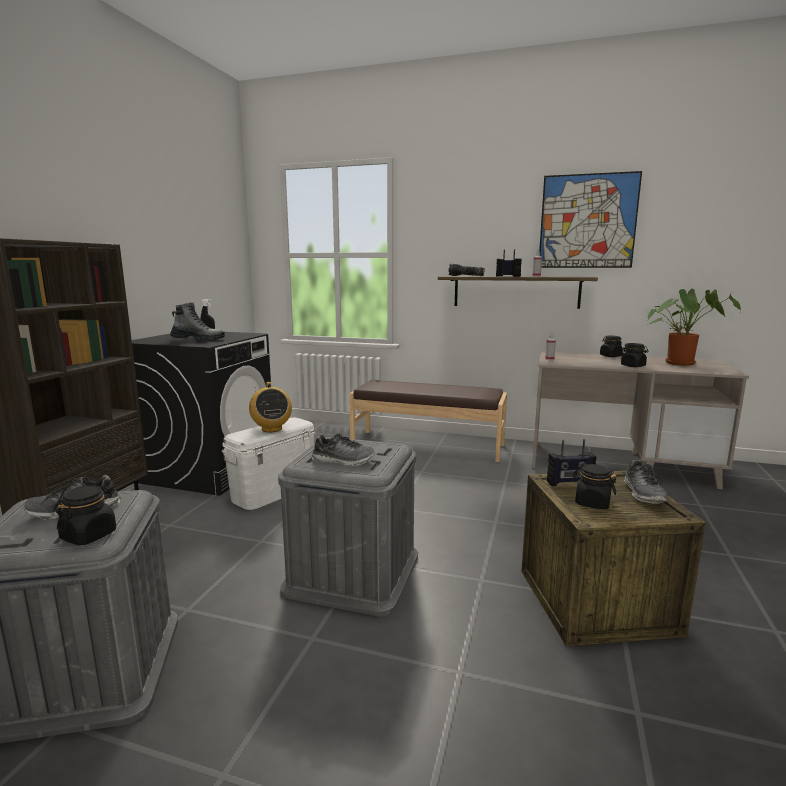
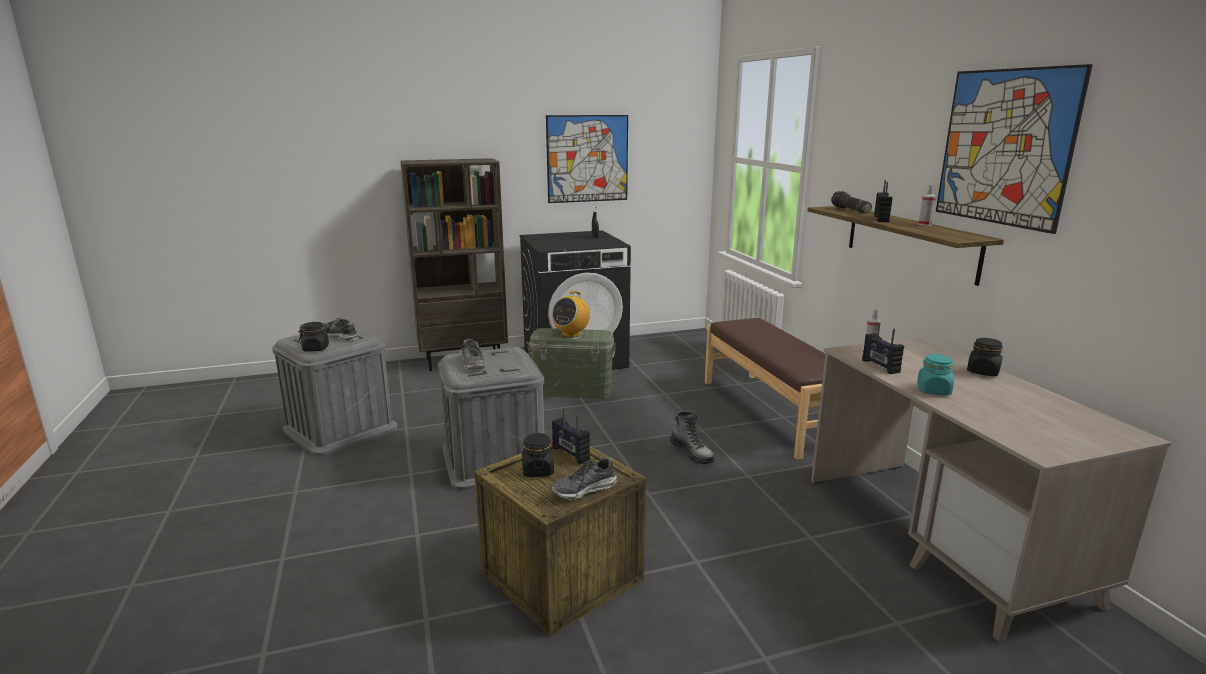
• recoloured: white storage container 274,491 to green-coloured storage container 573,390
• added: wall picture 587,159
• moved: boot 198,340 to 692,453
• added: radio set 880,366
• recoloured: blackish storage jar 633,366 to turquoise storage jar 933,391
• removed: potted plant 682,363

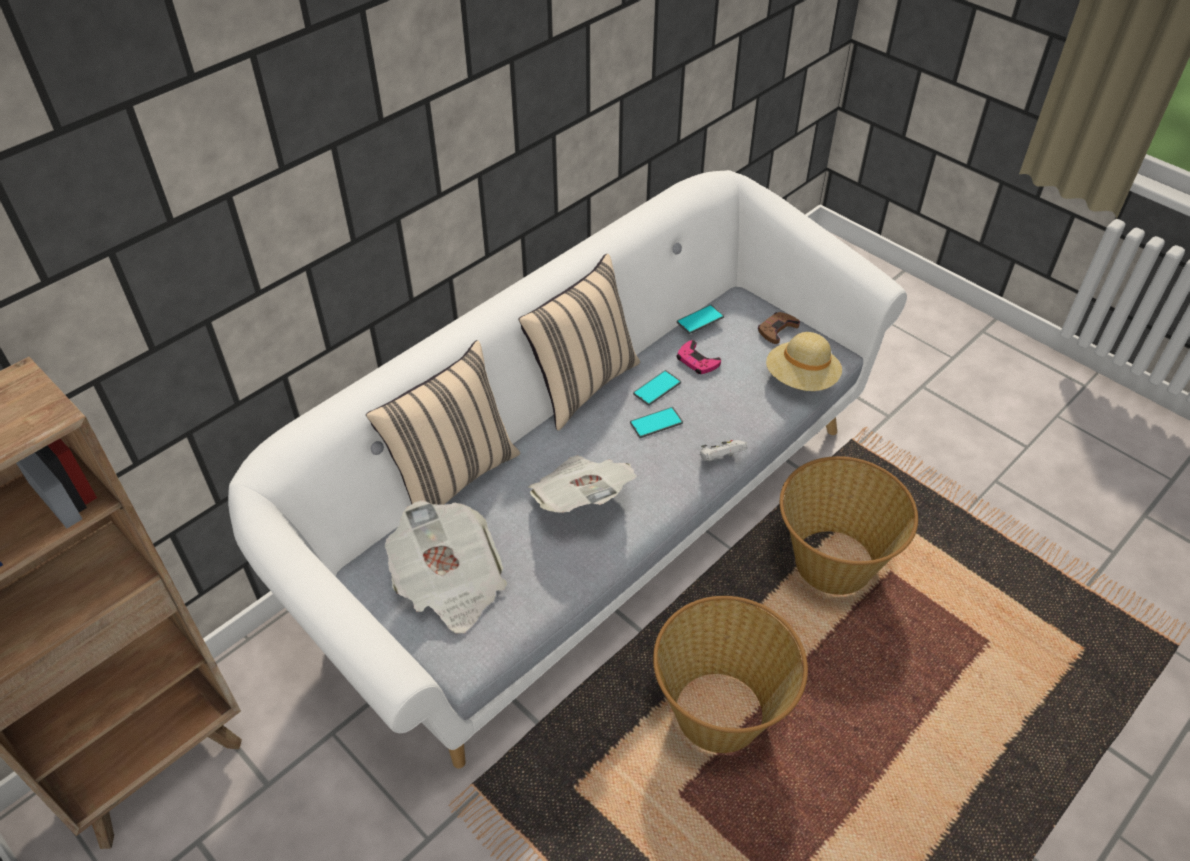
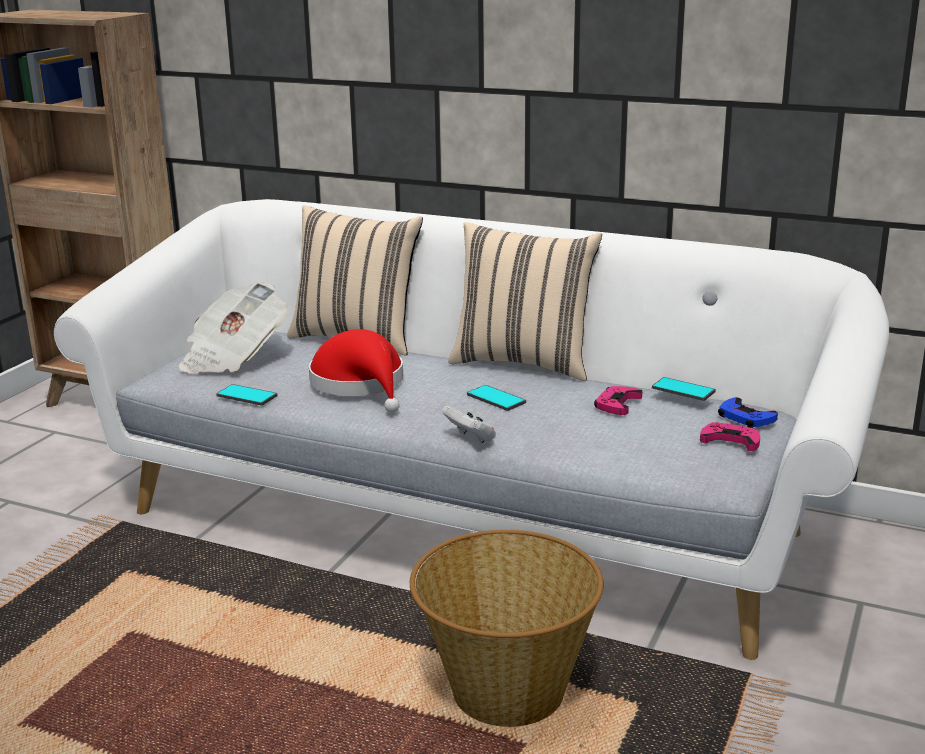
• moved: handset 657,388 to 247,396
• replaced: daily paper 581,499 to red wearable hat 361,384
• recoloured: brownish gamepad 777,330 to pink-coloured gamepad 730,441
• added: blue-coloured gamepad 745,418
• removed: basket 720,712
• removed: sand-coloured wearable hat 801,379

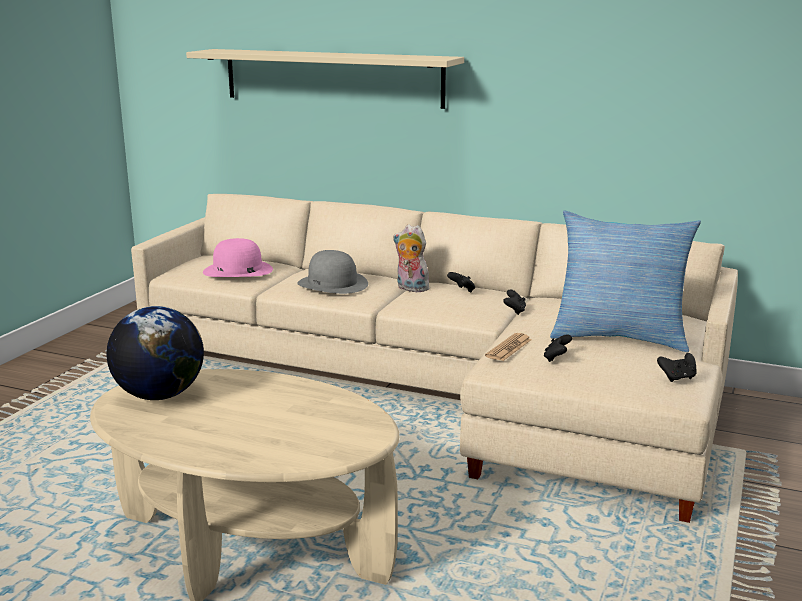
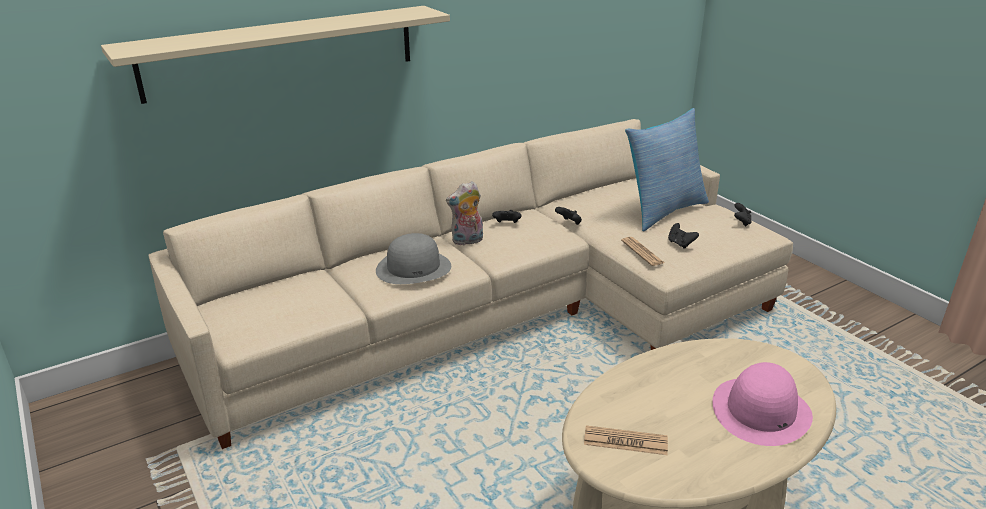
• replaced: globe 159,395 to daily paper 625,441
• moved: pink-coloured wearable hat 237,270 to 761,411

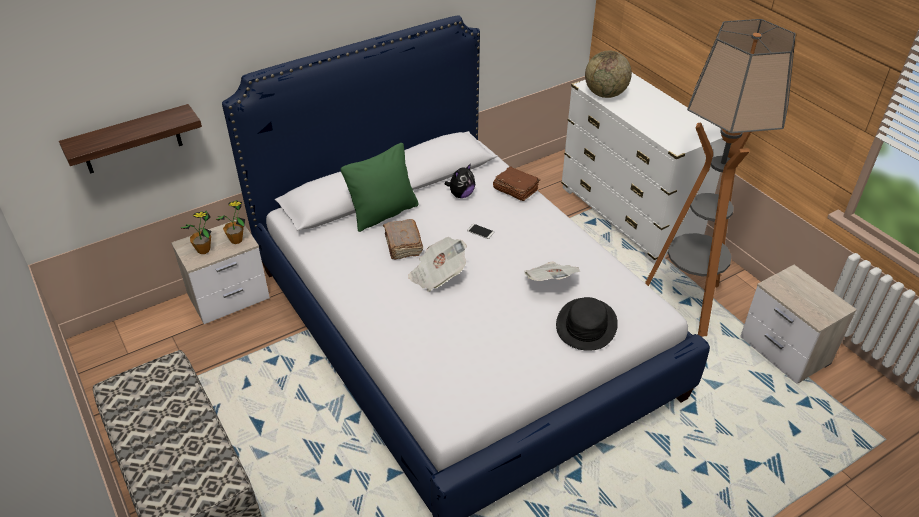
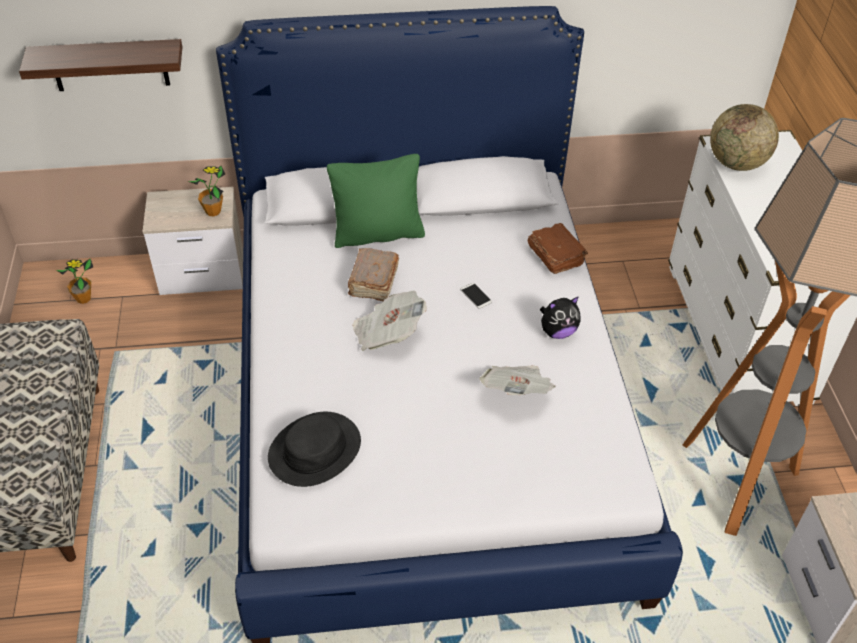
• moved: potted plant 204,250 to 83,299
• moved: blackish wearable hat 586,325 to 314,450
• moved: plush toy 461,195 to 557,332

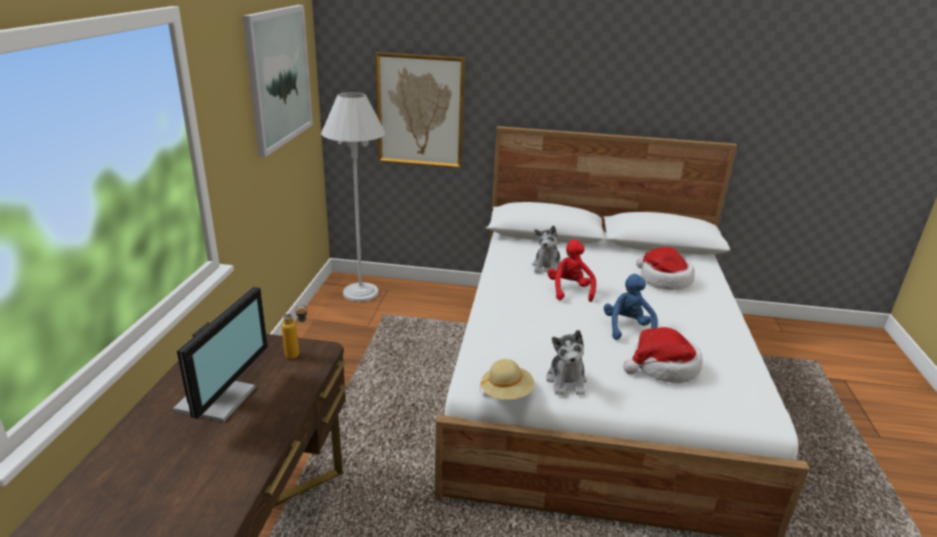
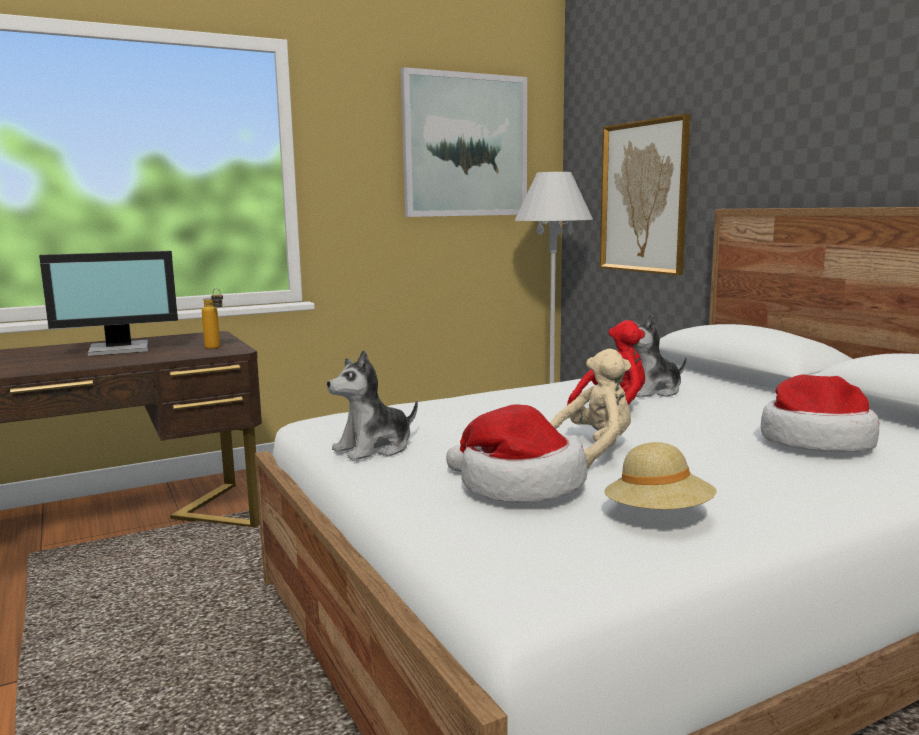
• recoloured: blue-coloured plush toy 627,328 to sand-coloured plush toy 592,452
• moved: sand-coloured wearable hat 506,393 to 658,516

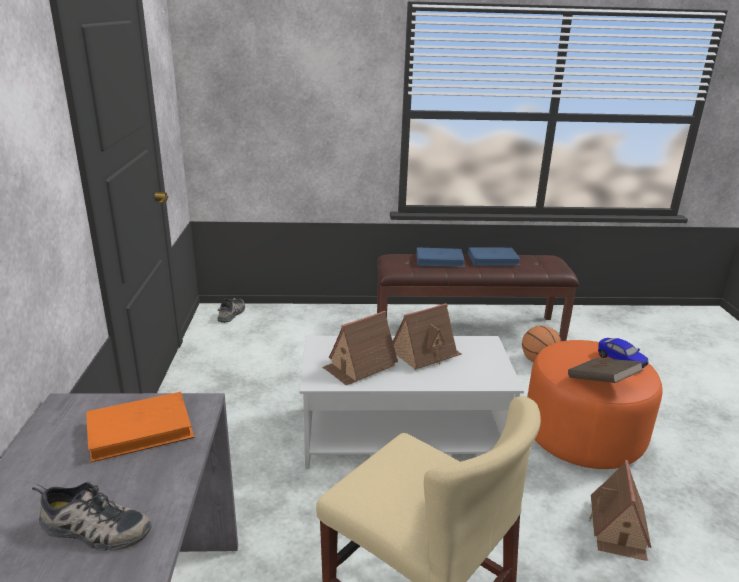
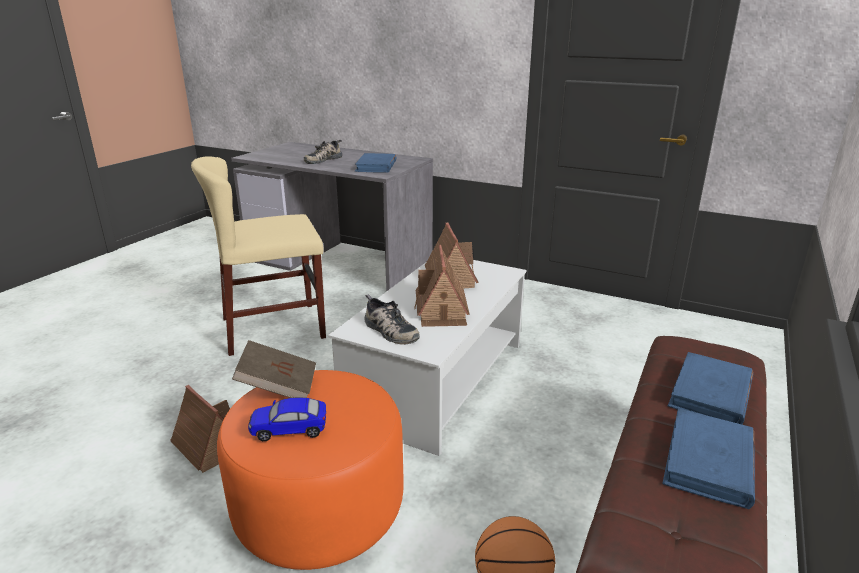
• recoloured: orangey bound book 140,430 to blue-coloured bound book 376,166
• moved: shoe 232,314 to 389,331

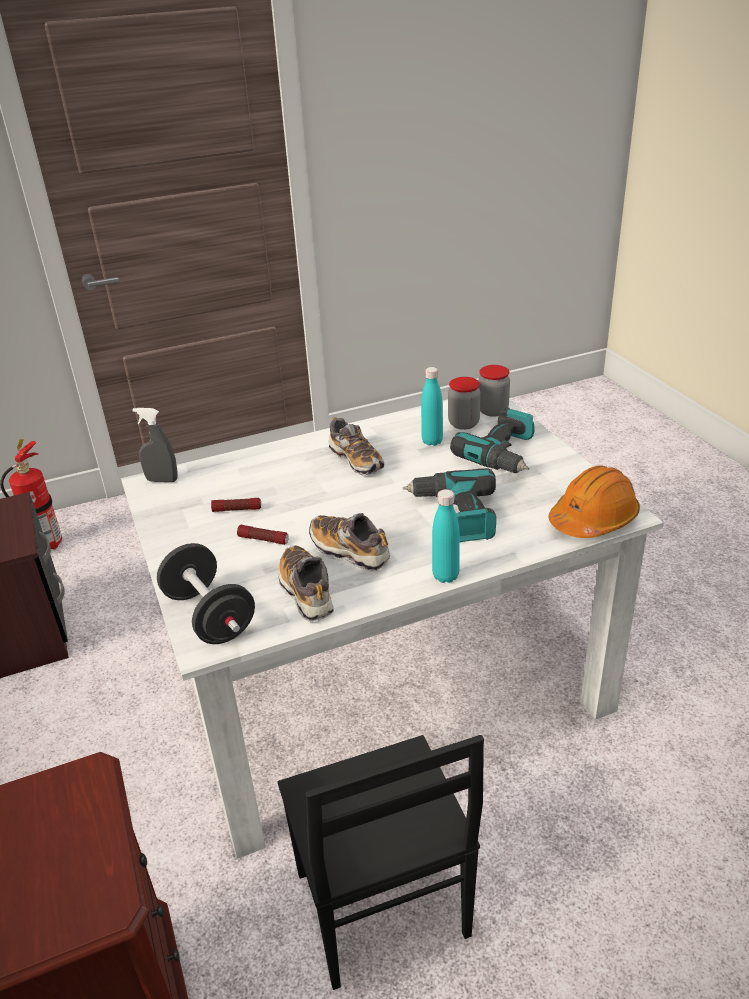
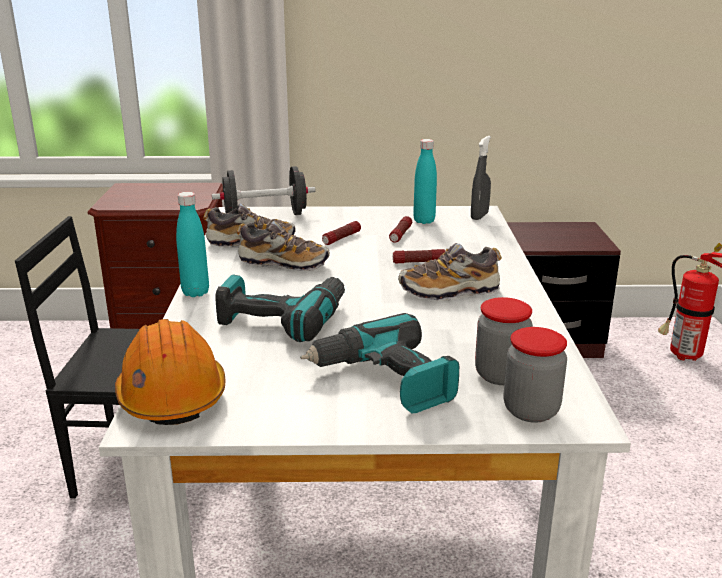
• turned: shoe 349,551 = 283,264 45 degrees clockwise
• added: flashlight 418,262
• moved: turquoise drink bottle 432,441 to 424,221

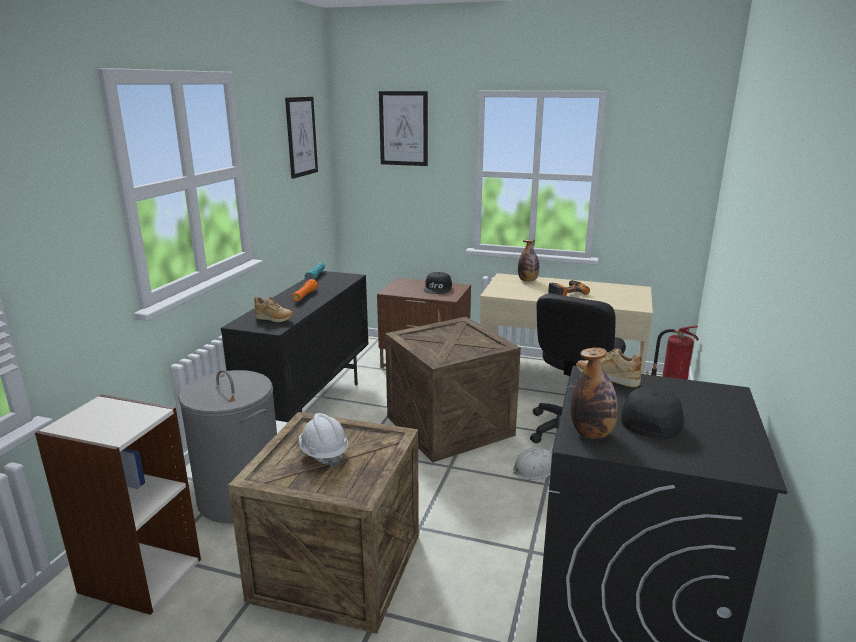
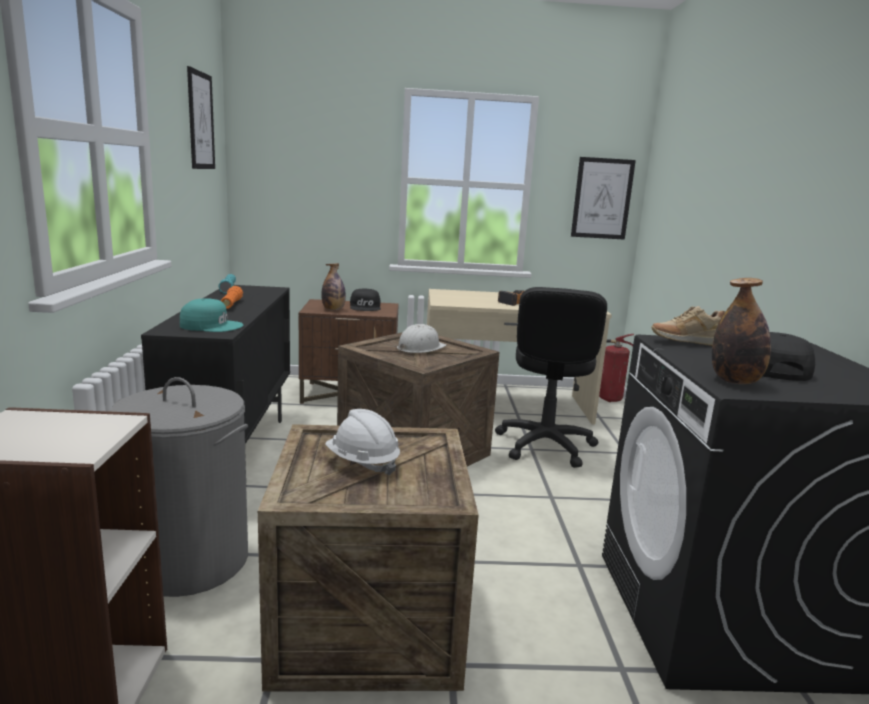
• replaced: sand-coloured shoe 274,320 to turquoise baseball cap 211,325
• moved: drink bottle 527,280 to 333,309
• moved: white safety helmet 535,469 to 420,348
• moved: wall picture 403,128 to 602,198

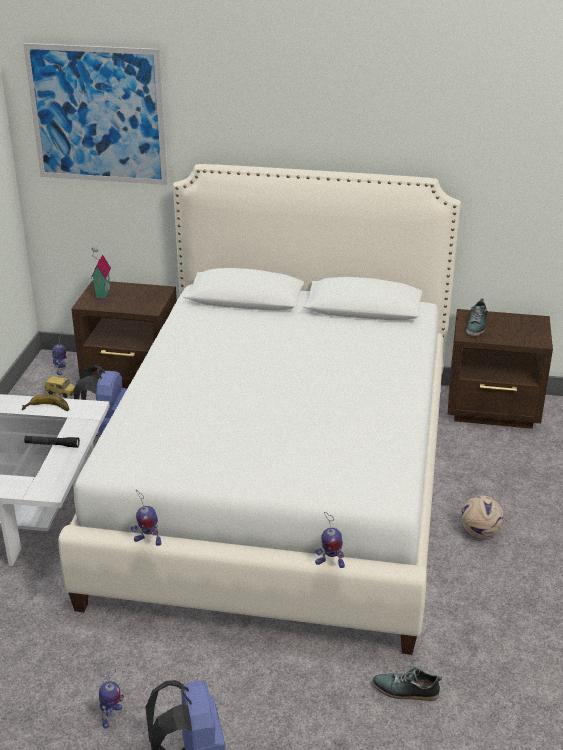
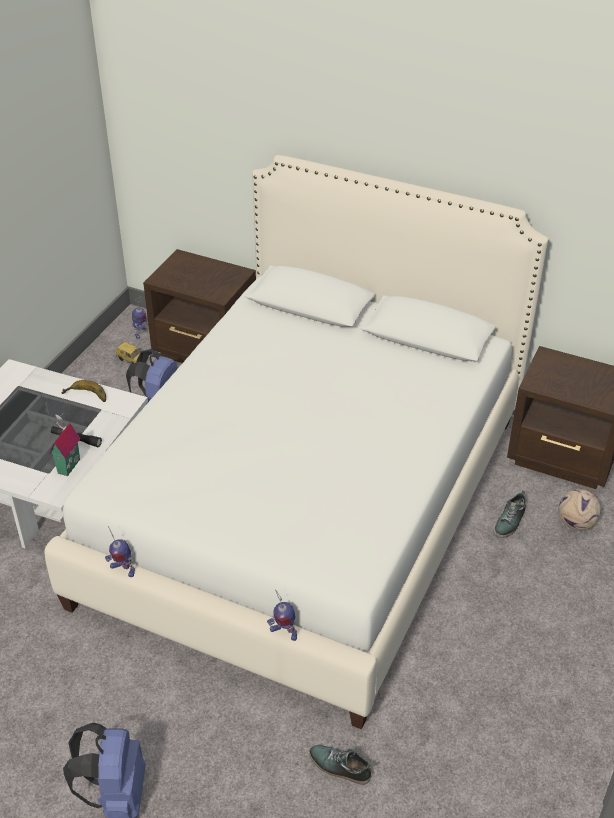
• moved: model house 101,293 to 67,465
• moved: shoe 477,326 to 510,521
• moved: football 479,532 to 575,523
• removed: wall picture 97,115
• removed: model robot 111,716

